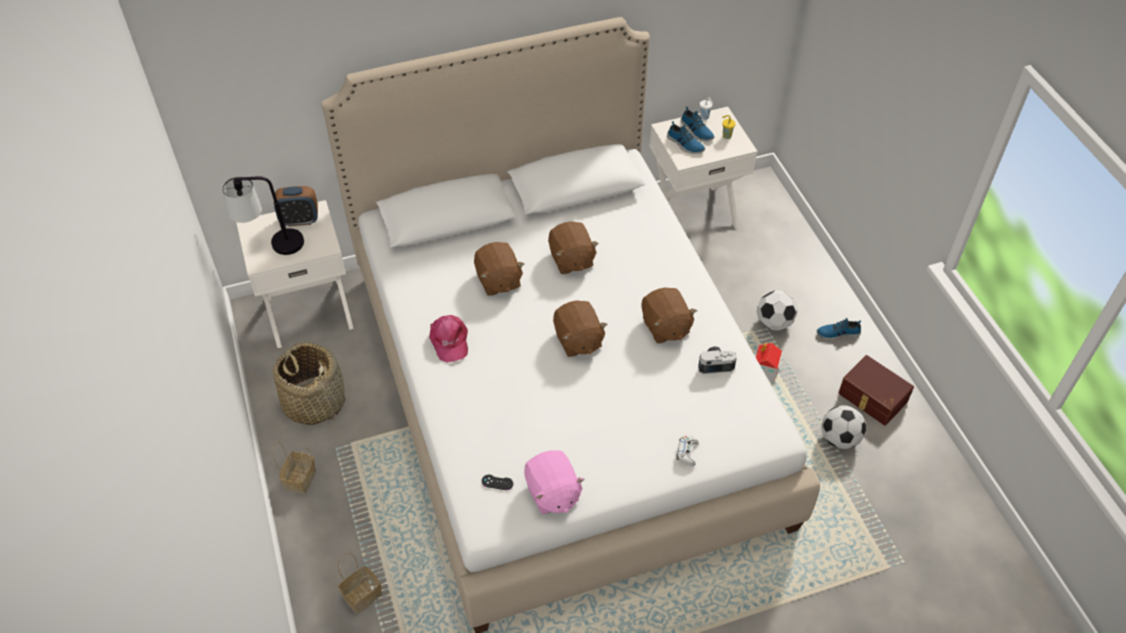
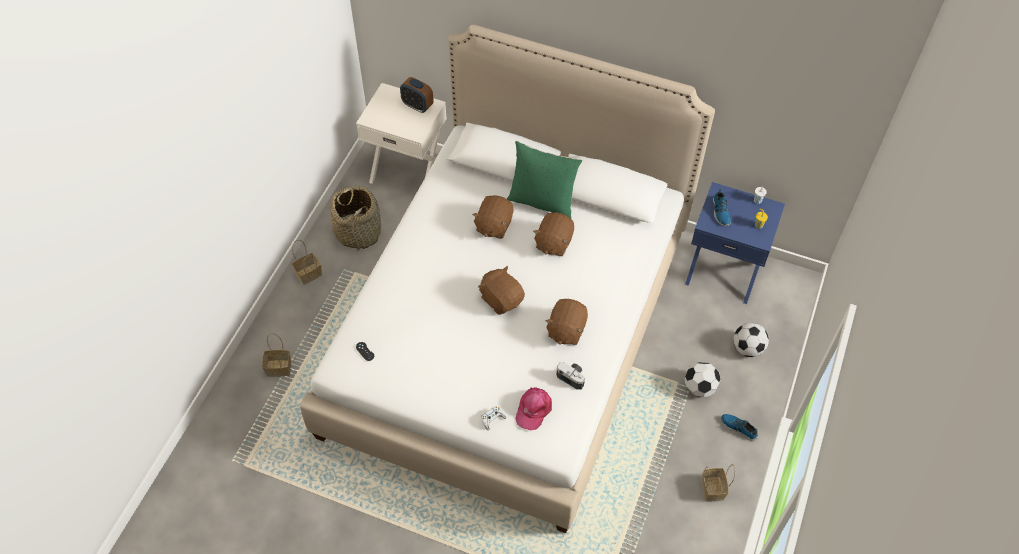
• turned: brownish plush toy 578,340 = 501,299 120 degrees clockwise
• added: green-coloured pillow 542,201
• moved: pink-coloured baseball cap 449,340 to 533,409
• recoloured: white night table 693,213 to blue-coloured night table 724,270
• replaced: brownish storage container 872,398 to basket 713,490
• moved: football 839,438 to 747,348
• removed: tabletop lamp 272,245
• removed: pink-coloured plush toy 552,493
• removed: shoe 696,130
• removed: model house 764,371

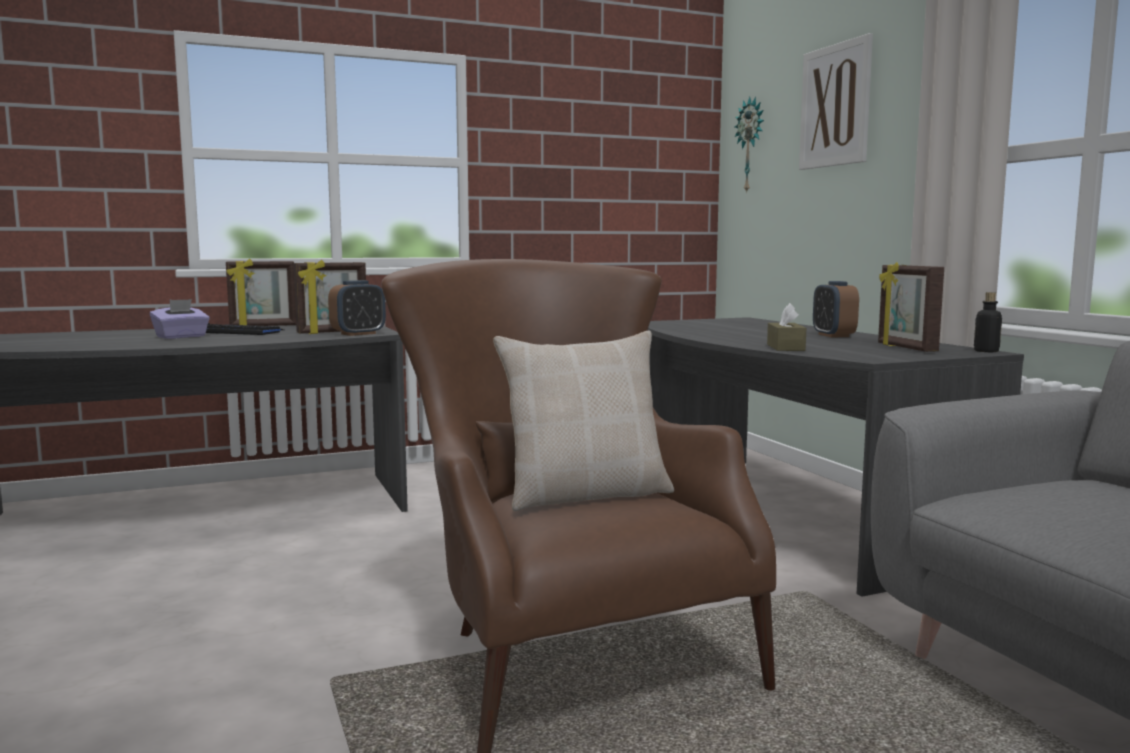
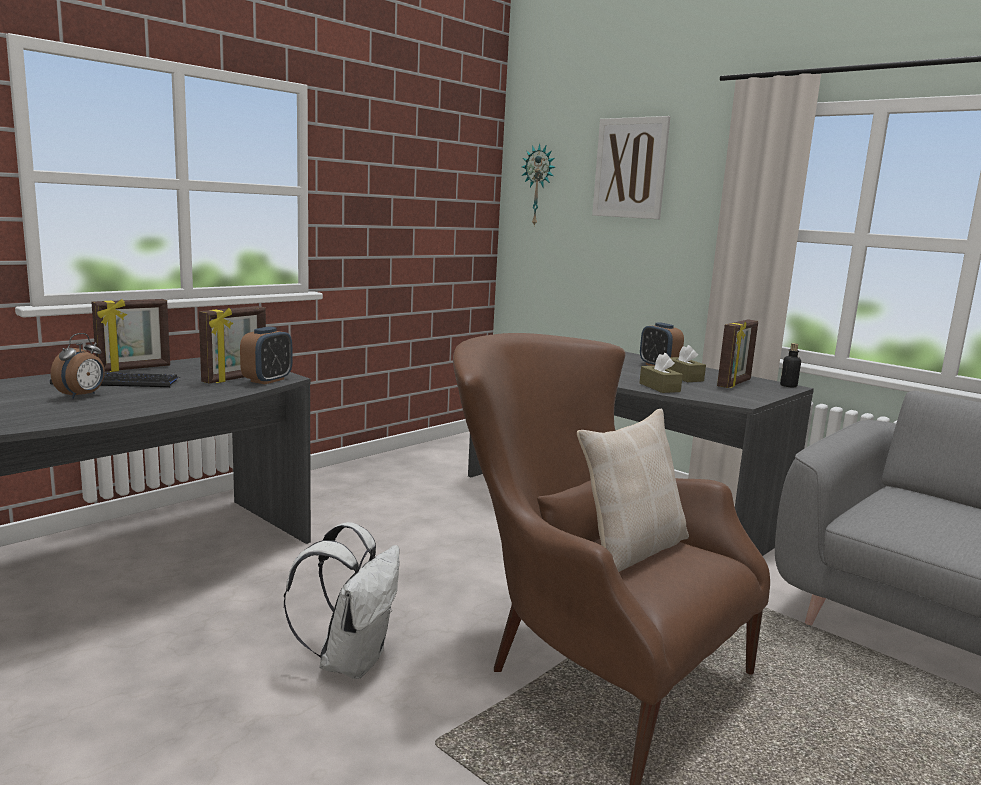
• replaced: purple-coloured tissue holder 181,337 to alarm clock 82,396
• added: white rucksack 350,660
• added: brownish tissue holder 683,377
• turned: photo frame 905,348 = 735,383 105 degrees counterclockwise

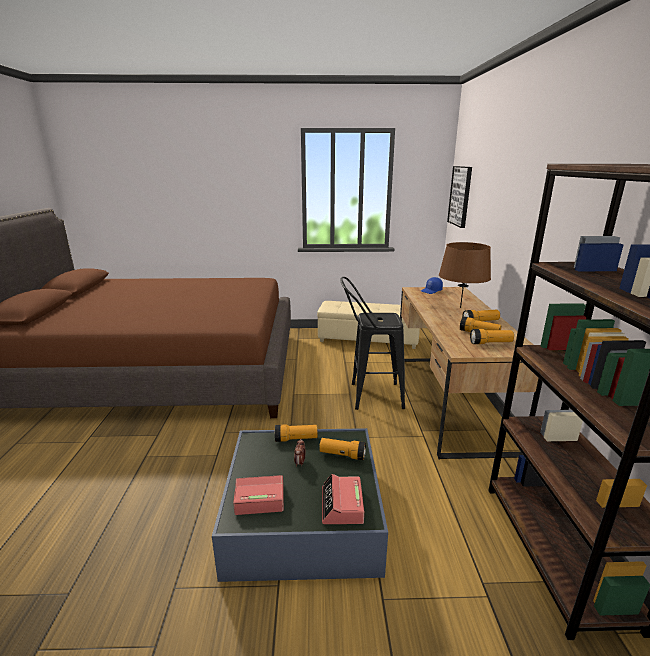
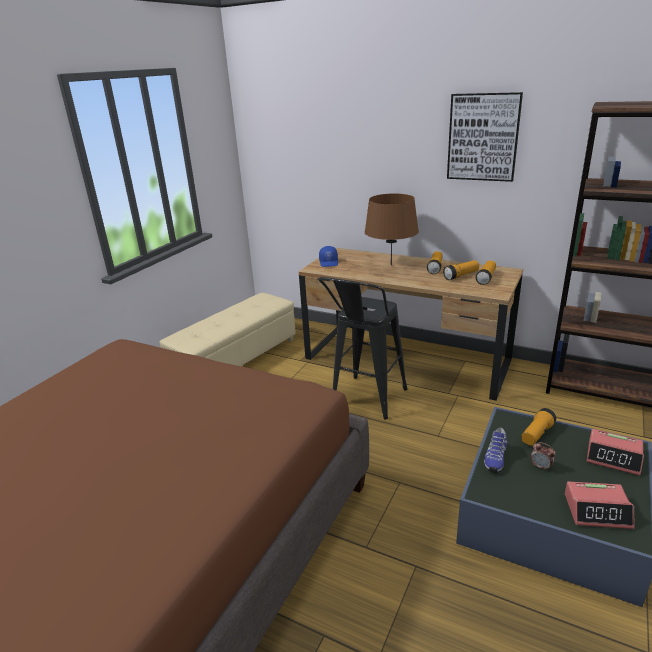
• moved: wall picture 460,196 to 483,137
• replaced: flashlight 296,439 to shoe 494,458
• turned: alarm clock 259,499 = 597,511 105 degrees counterclockwise

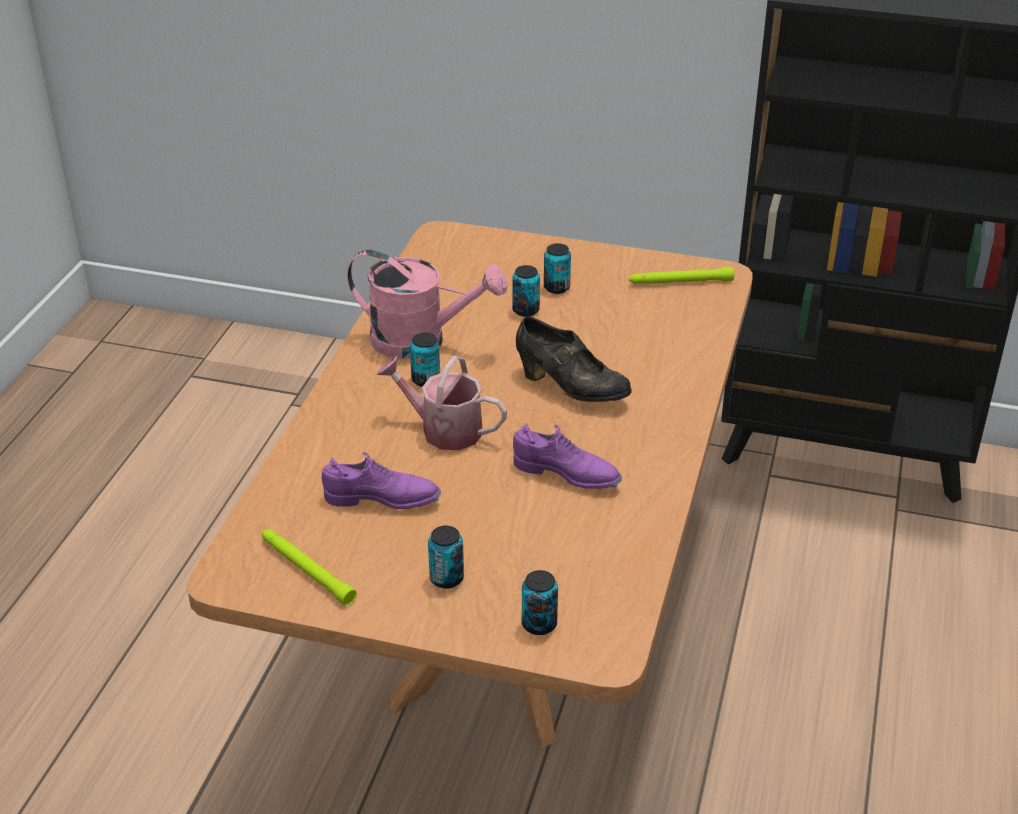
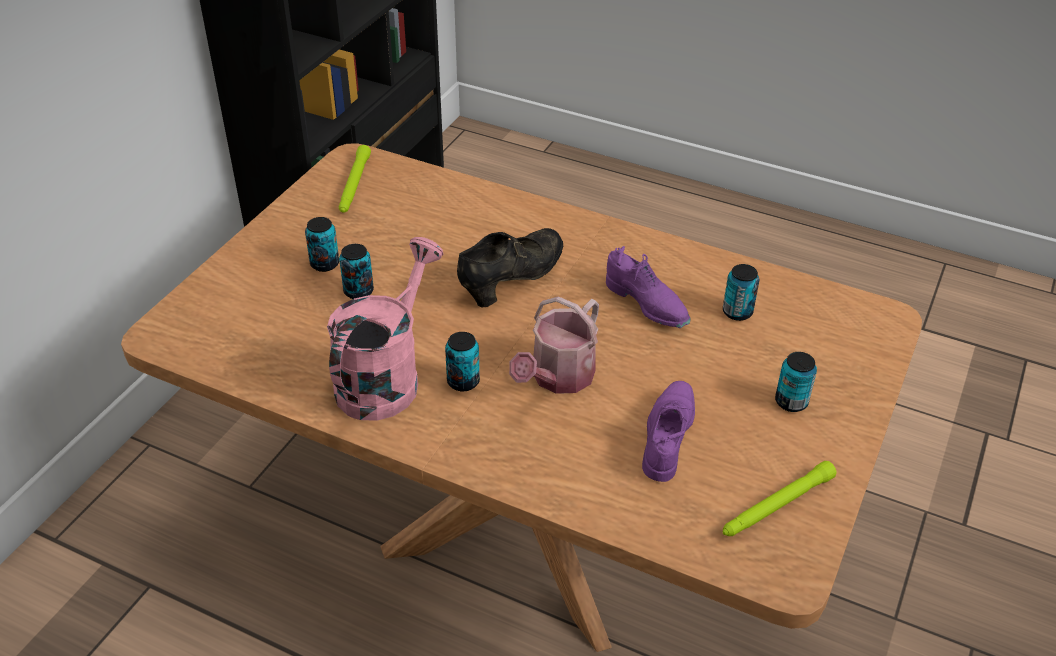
• turned: purple-coloured shoe 566,474 = 647,304 105 degrees clockwise
• moved: metal can 539,624 to 737,312

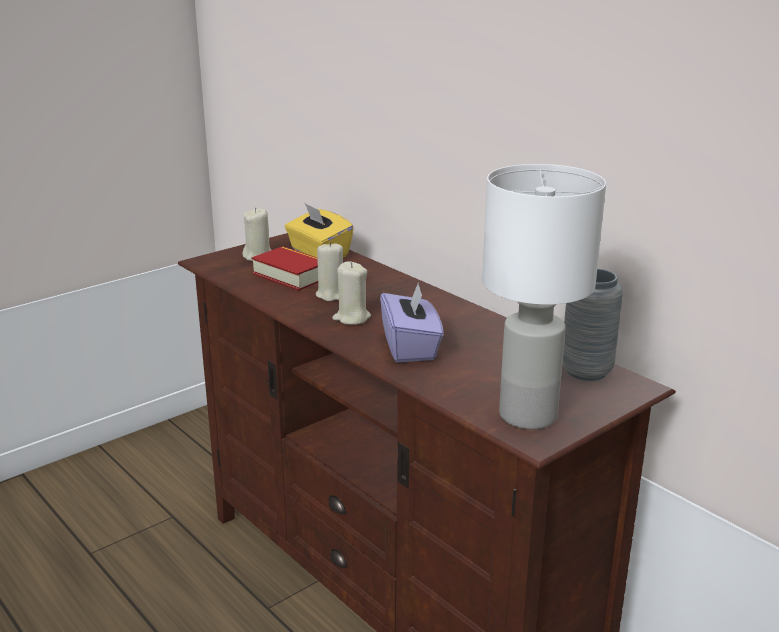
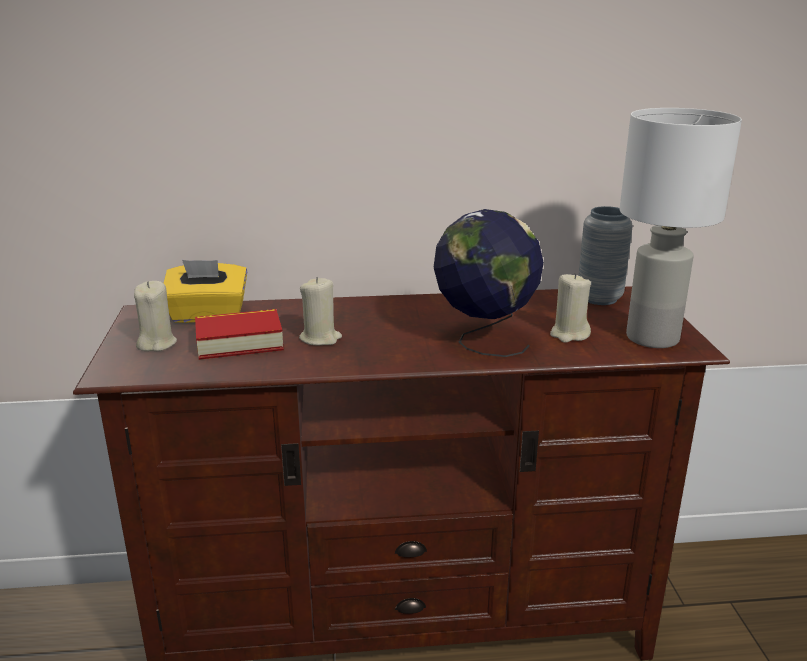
• replaced: purple-coloured tissue holder 410,347 to globe 483,340
• moved: sand-coloured candle 351,318 to 569,334

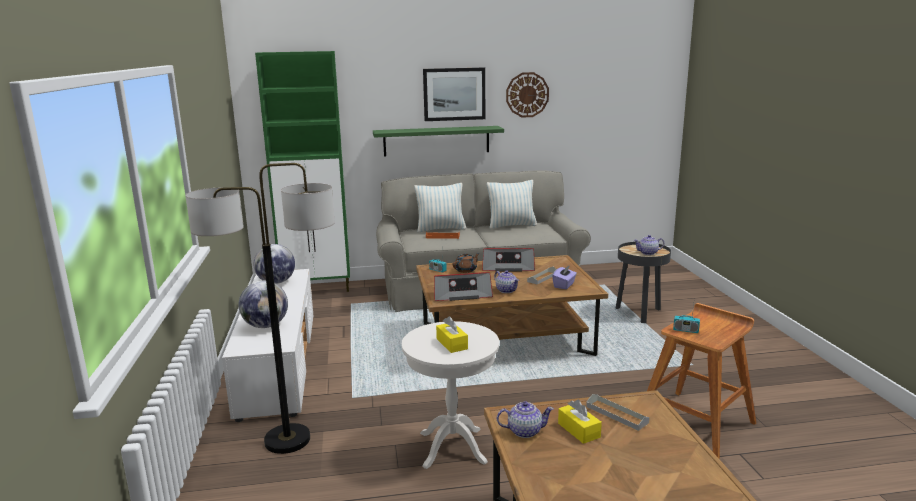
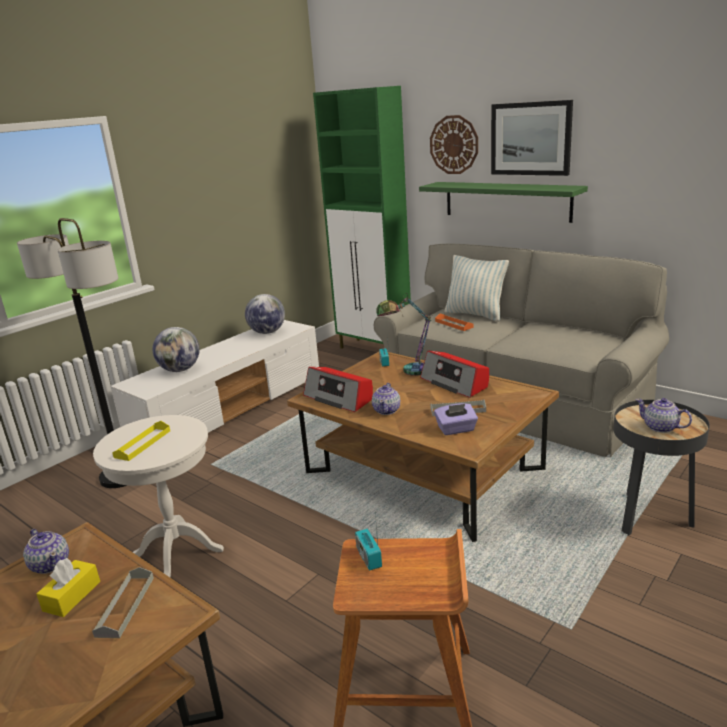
• replaced: yellowish tissue holder 452,344 to yellowish carrying tray 143,444
• replaced: brownish pot for tea 466,270 to tabletop lamp 408,371
• moved: clock on the wall 527,95 to 454,145
• removed: pillow 511,225

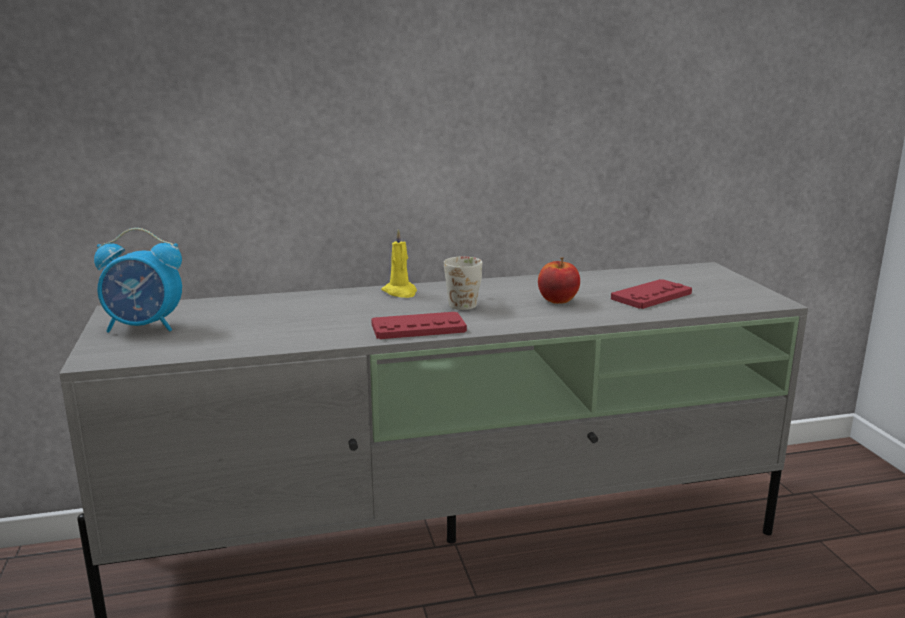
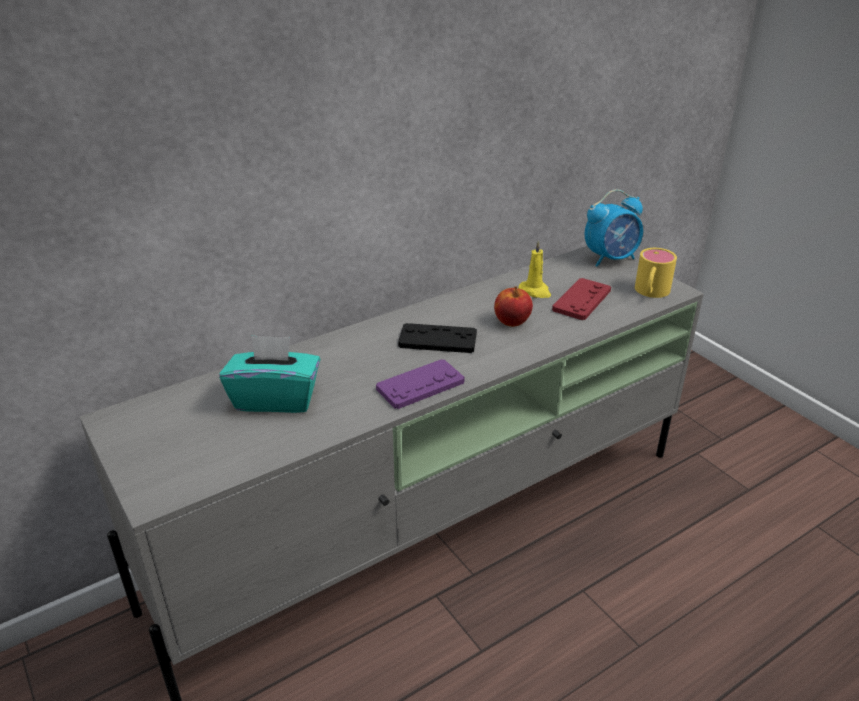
• added: turquoise tissue holder 275,398
• recoloured: red gamepad 418,328 to purple-coloured gamepad 420,385
• replaced: white coffee mug 467,302 to blackish gamepad 437,340
• moved: yellowish candle 400,292 to 535,291
• moved: alarm clock 145,327 to 611,259
• added: yellowish coffee mug 650,293

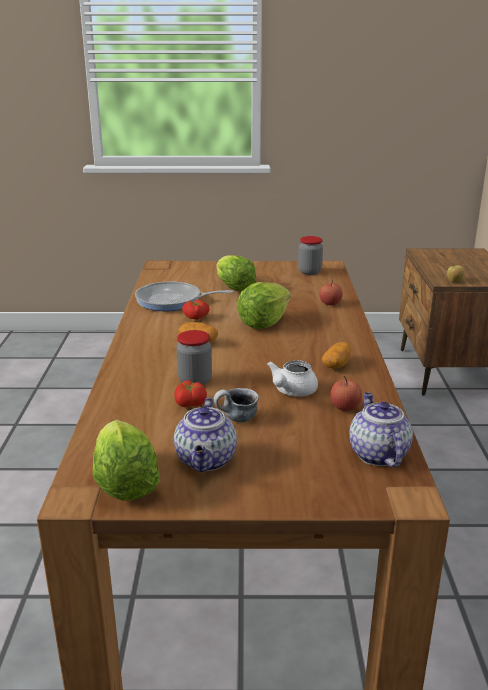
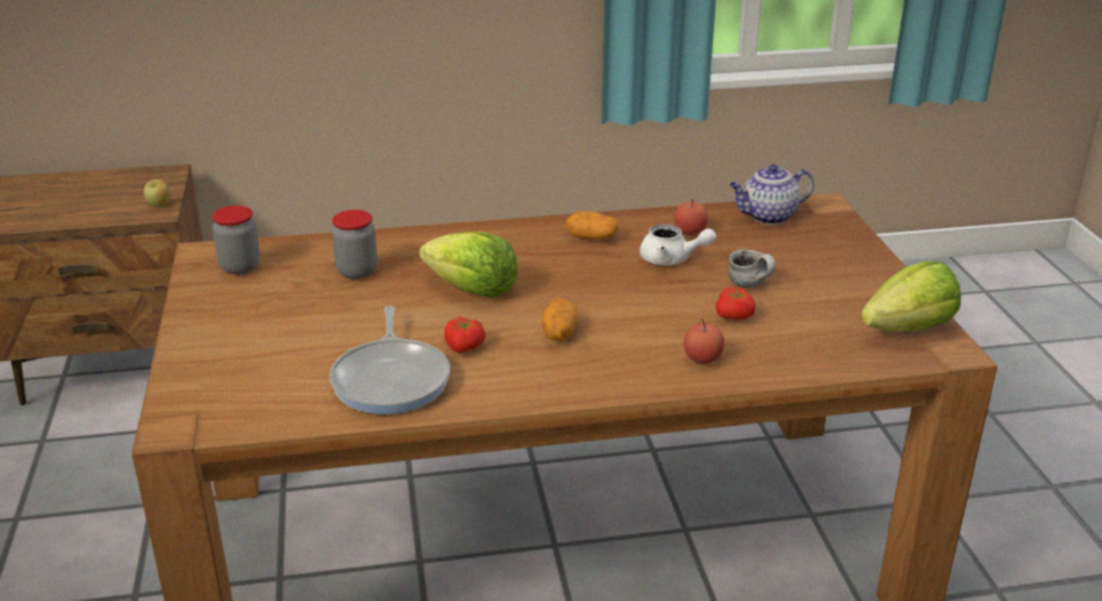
• moved: storage jar 195,380 to 357,271
• moved: whole apple 330,303 to 702,358
• removed: pot for tea 206,461
• removed: lettuce head 233,286

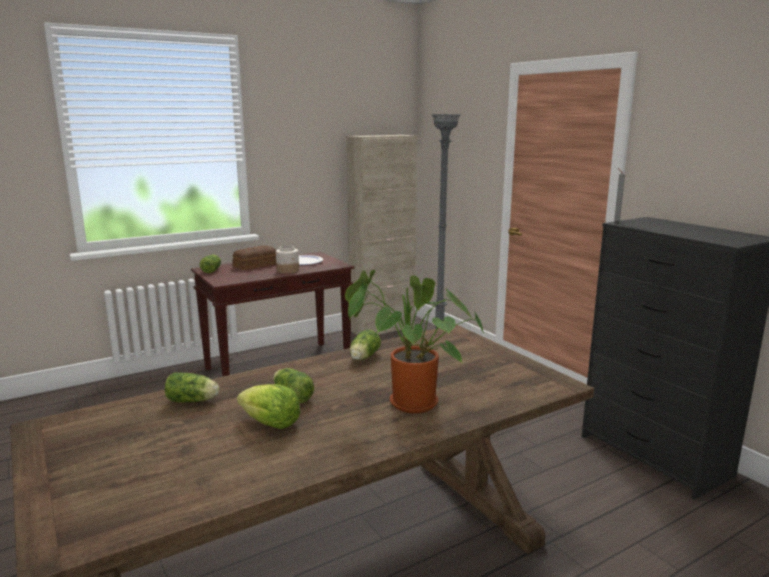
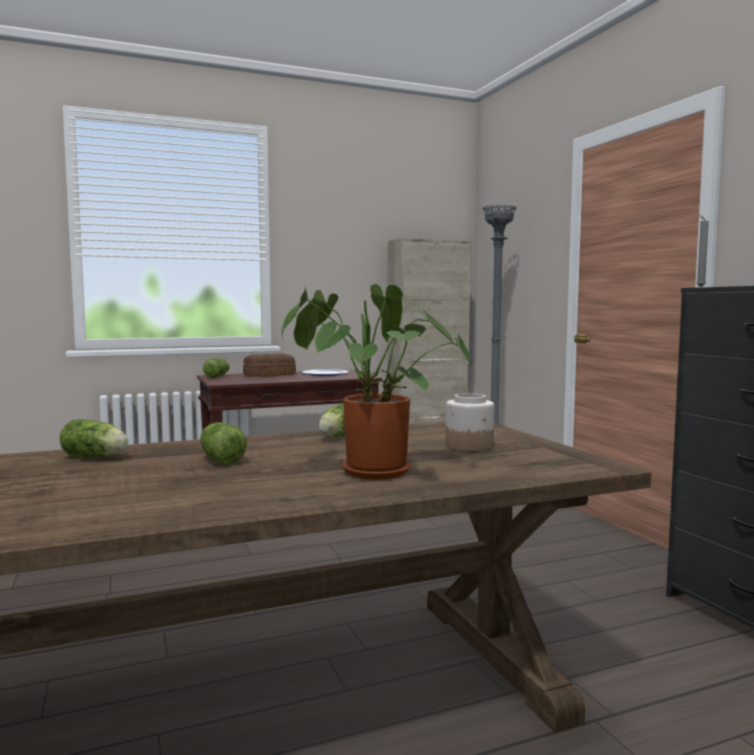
• moved: storage jar 288,270 to 469,446
• removed: lettuce head 270,424

